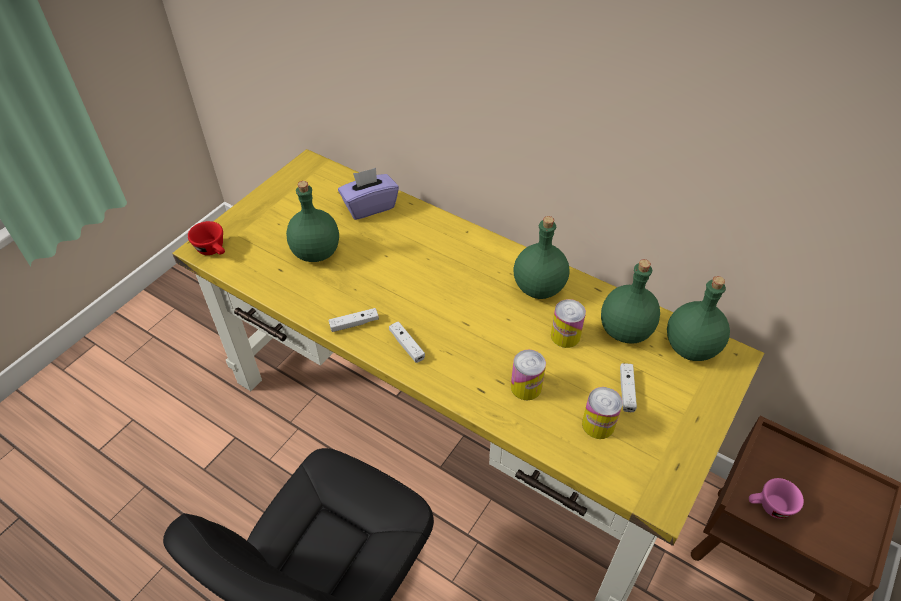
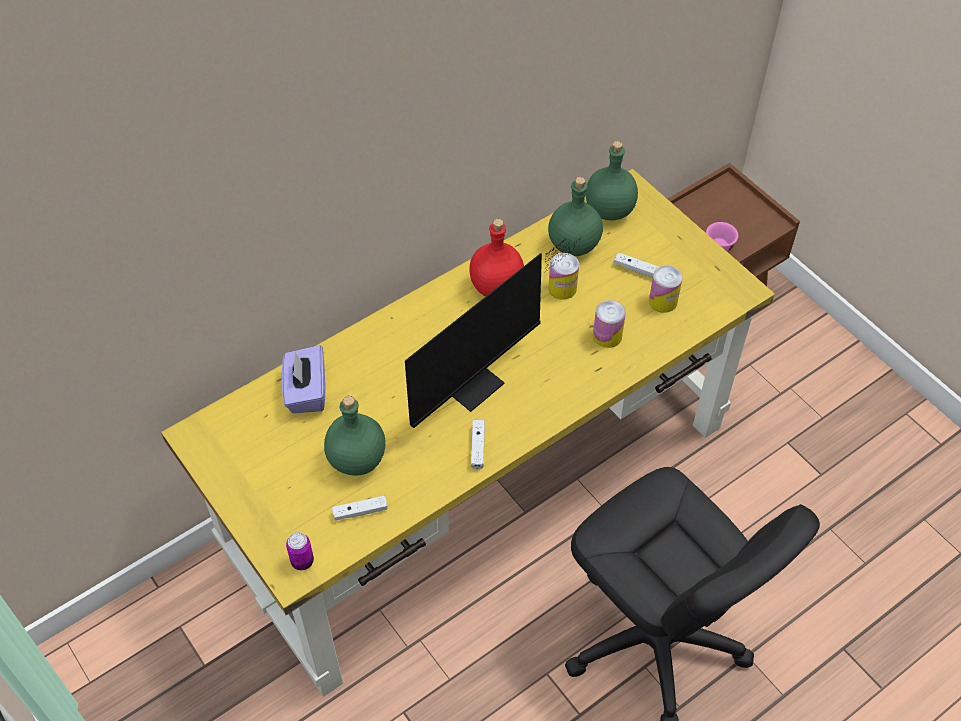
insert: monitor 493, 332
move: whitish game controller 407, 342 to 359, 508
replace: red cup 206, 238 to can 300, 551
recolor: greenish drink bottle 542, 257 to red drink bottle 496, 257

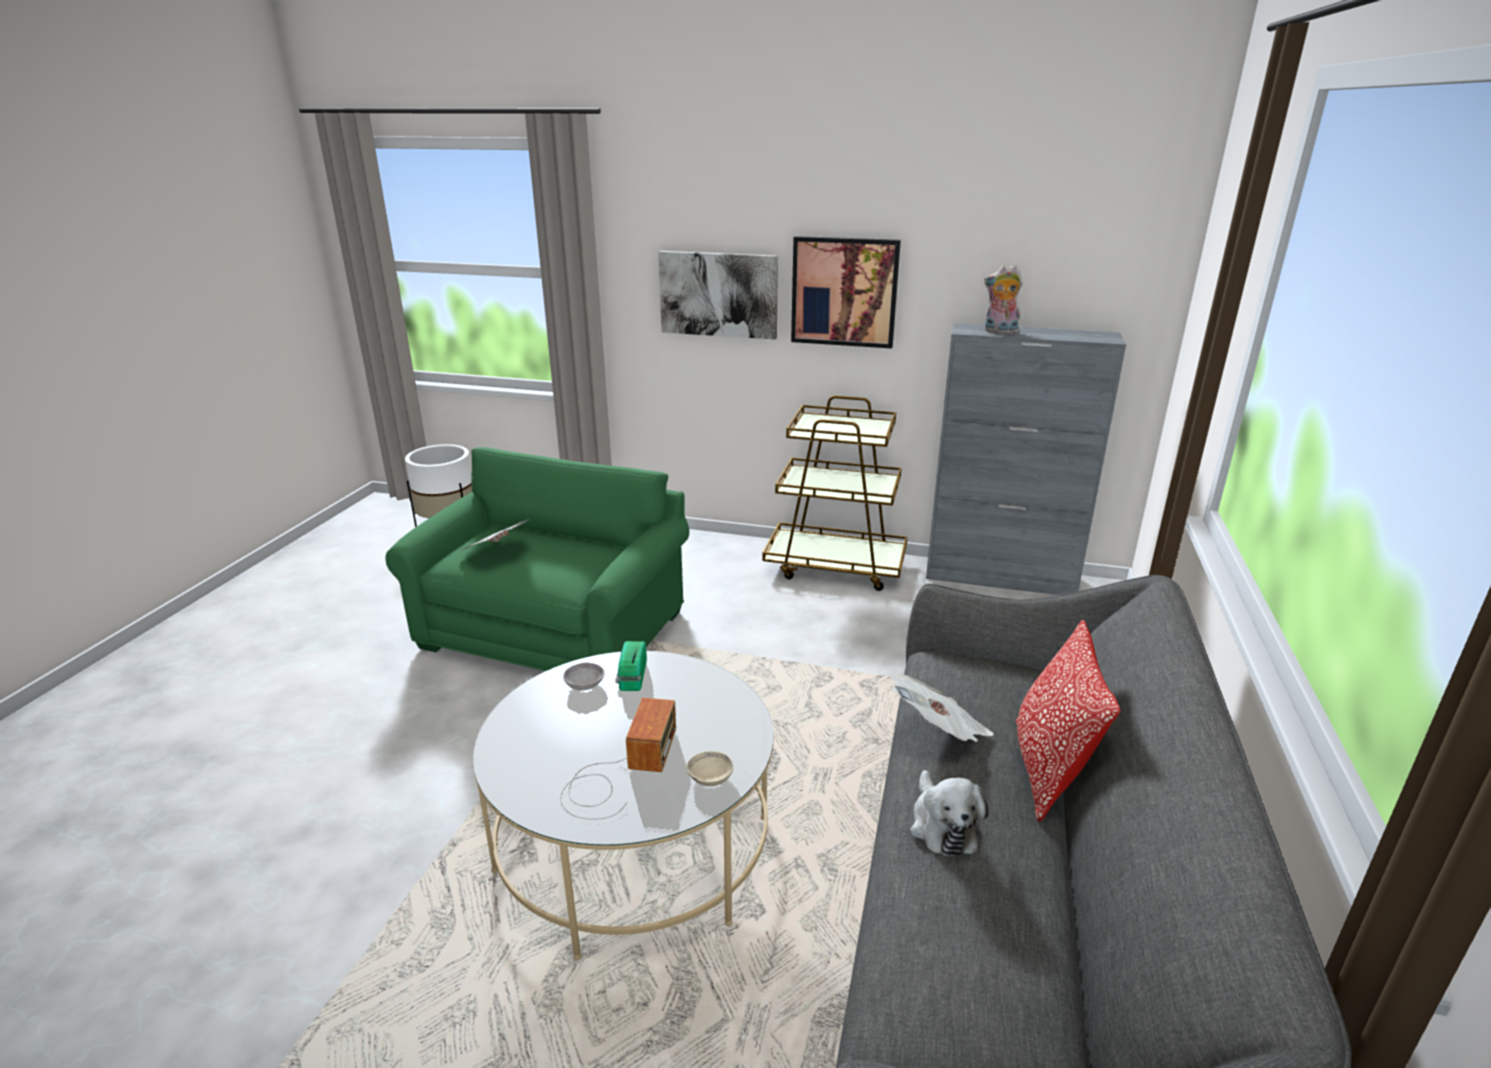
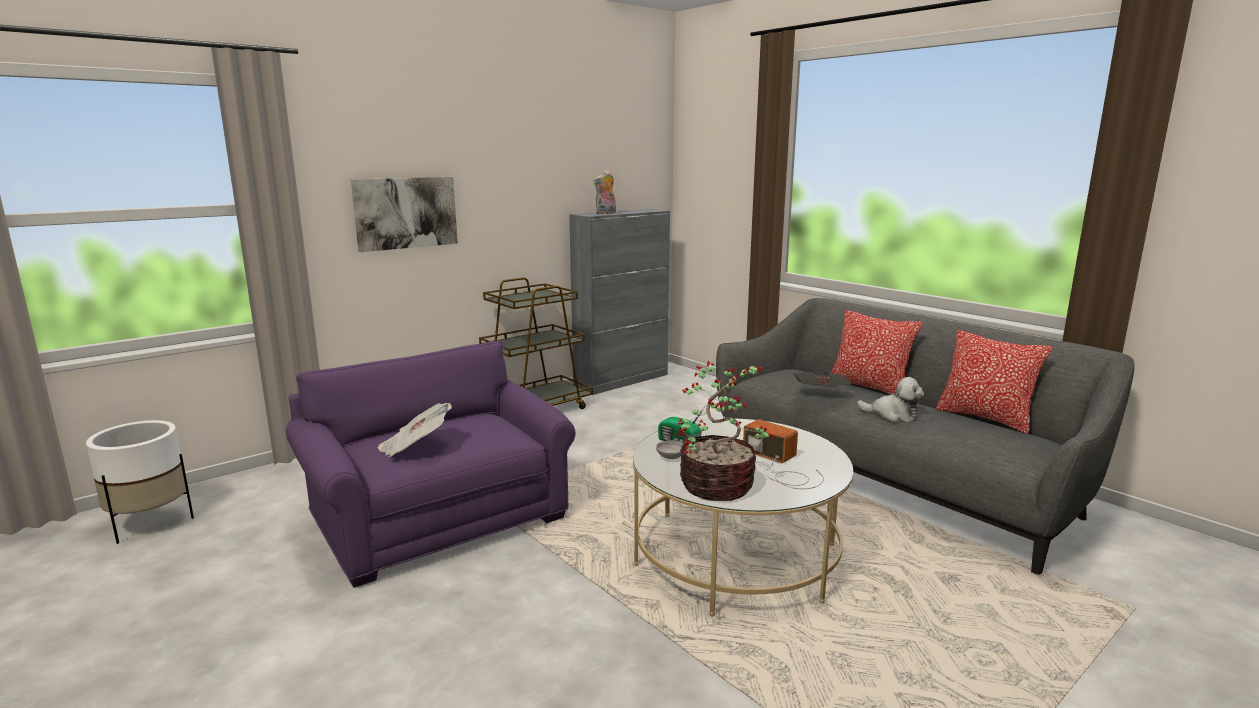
delete: beige deep dish 710, 768; wall art 846, 292
insert: potted plant 726, 430; pillow 994, 382
recolor: greenish easy chair 537, 559 to purple-coloured easy chair 430, 464

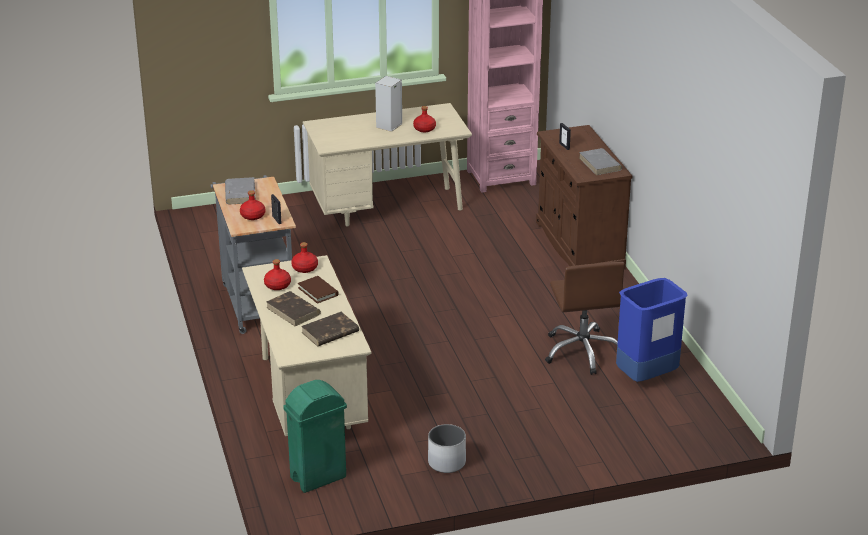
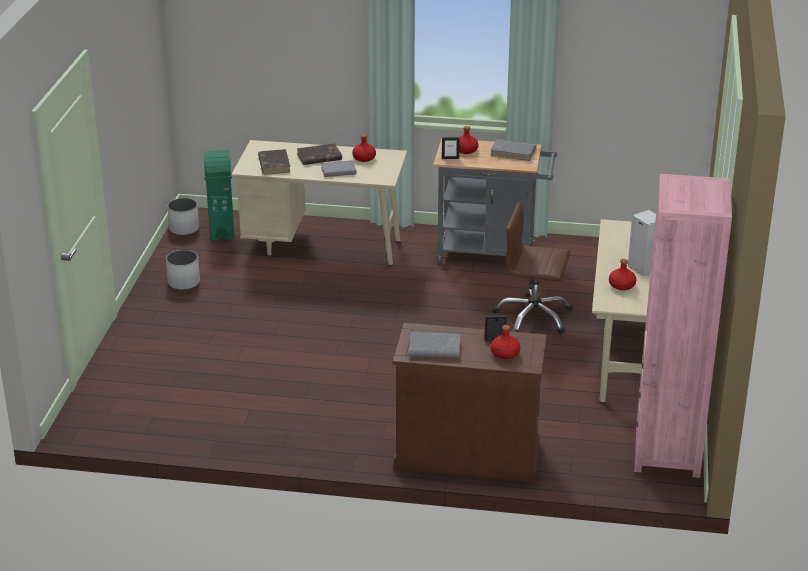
delete: blue waste bin 652, 330
insert: whitish plant pot 183, 216
move: red drink bottle 304, 257 to 505, 342; brown desk chair 585, 318 to 533, 268
recolor: brown volume 318, 290 to greyish volume 338, 168

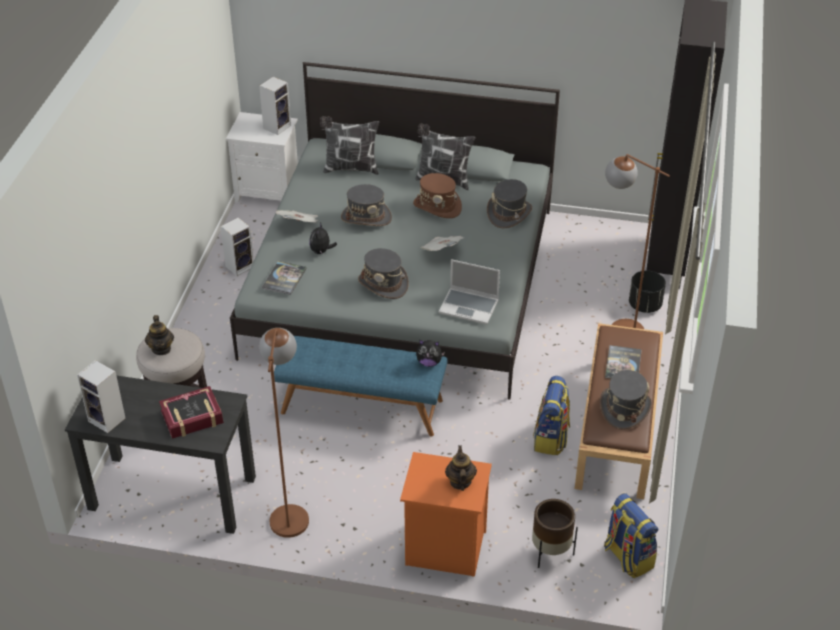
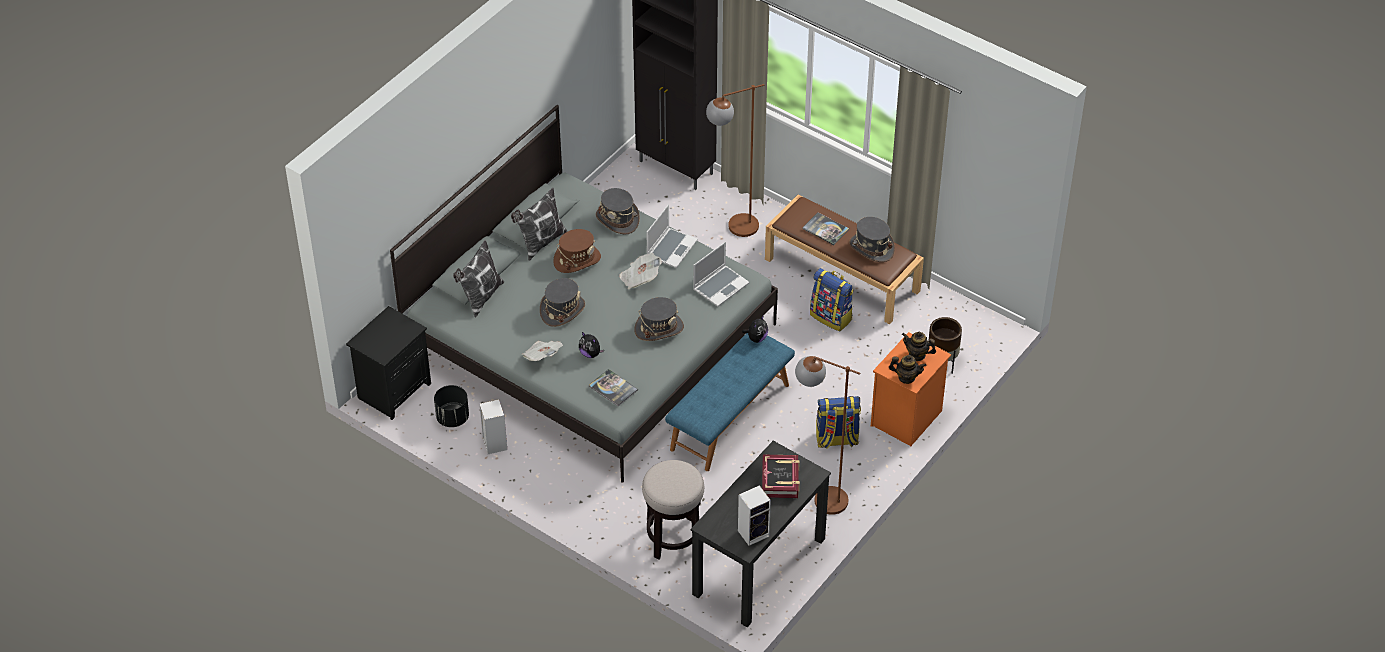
delete: audio speaker 275, 106
insert: notebook computer 672, 236
move: teapot 159, 335 to 907, 369; backpack 631, 536 to 838, 422; blackish plant pot 647, 291 to 451, 406
recolor: whitish nightstand 262, 157 to blackish nightstand 388, 363

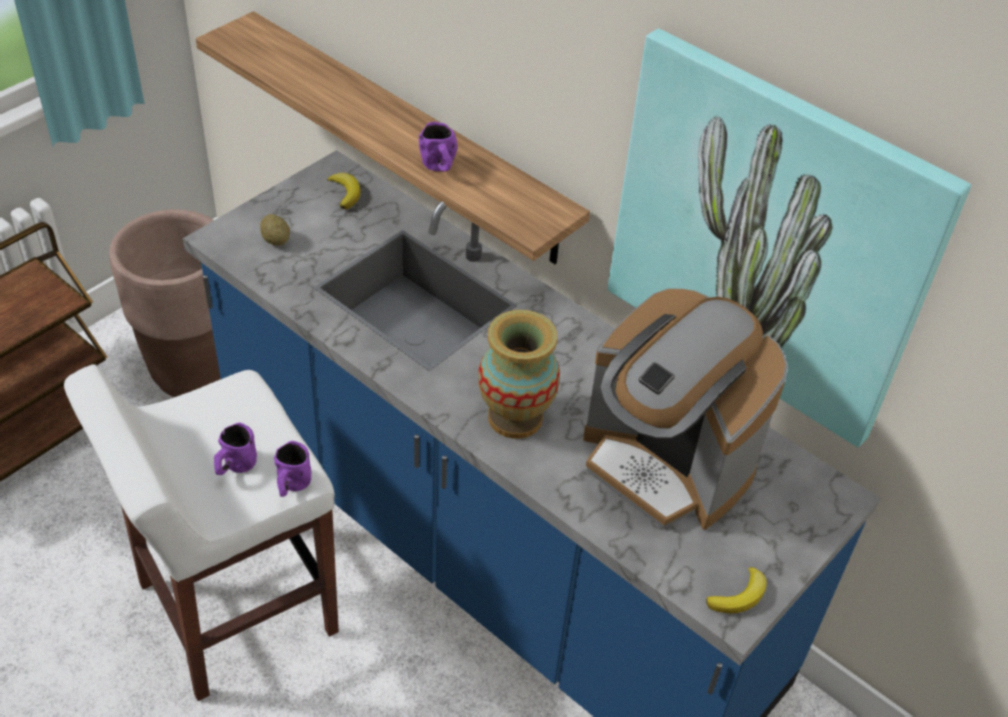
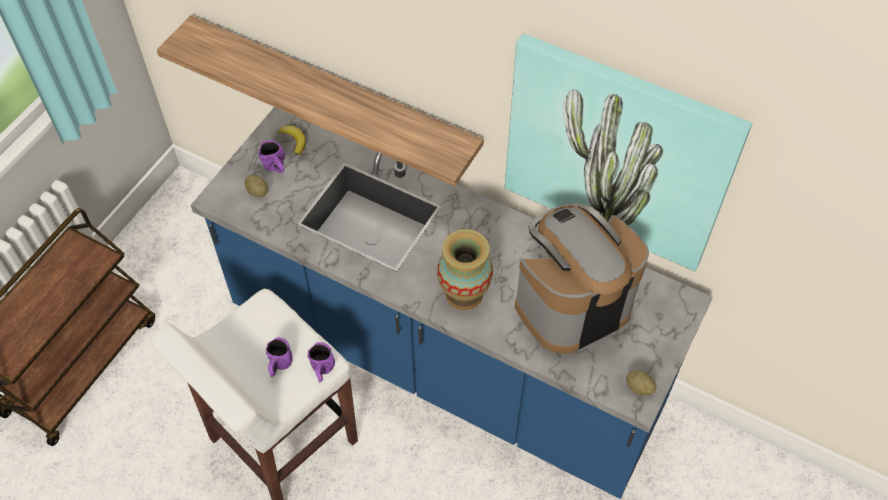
delete: brown plant pot 165, 303
move: purple-coloured coffee mug 438, 147 to 271, 156
replace: whole banana 736, 590 to whole potato 641, 383
rotate: coffee maker 685, 409 = 582, 278 120 degrees clockwise

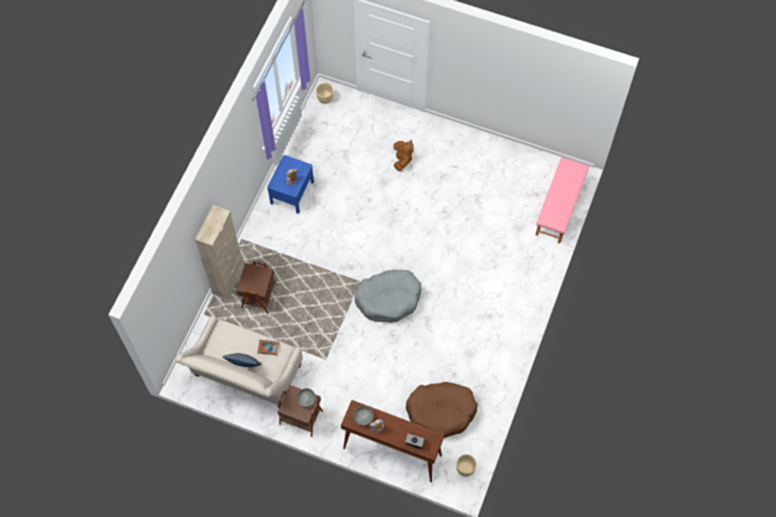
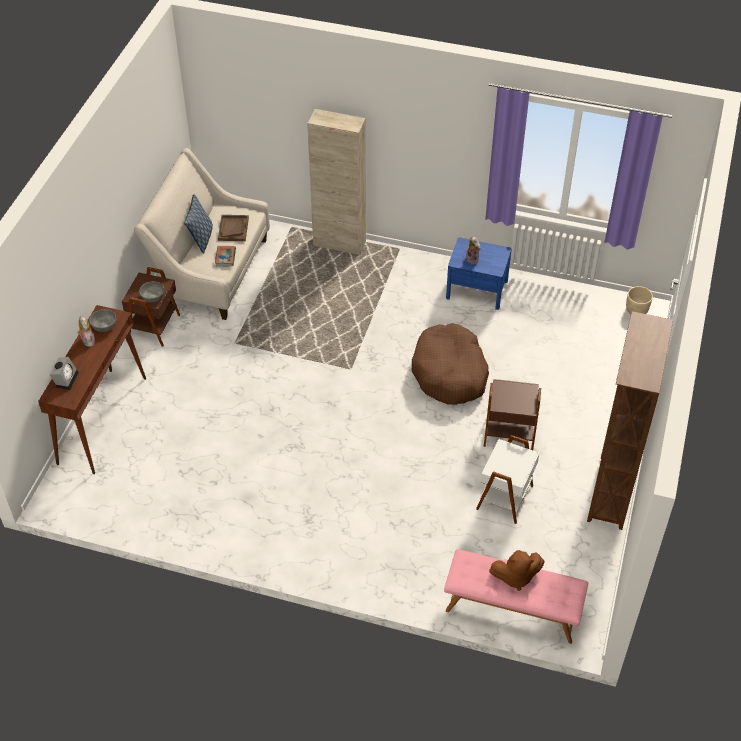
delete: greyish pet bed 388, 296; beige plant pot 466, 465
insert: brown carrying tray 233, 228; whitish side table 507, 479; brown bookcase 630, 420
move: brown side table 257, 287 to 512, 414; brown cuddly toy 404, 155 to 517, 570; brown pet bed 442, 410 to 450, 364

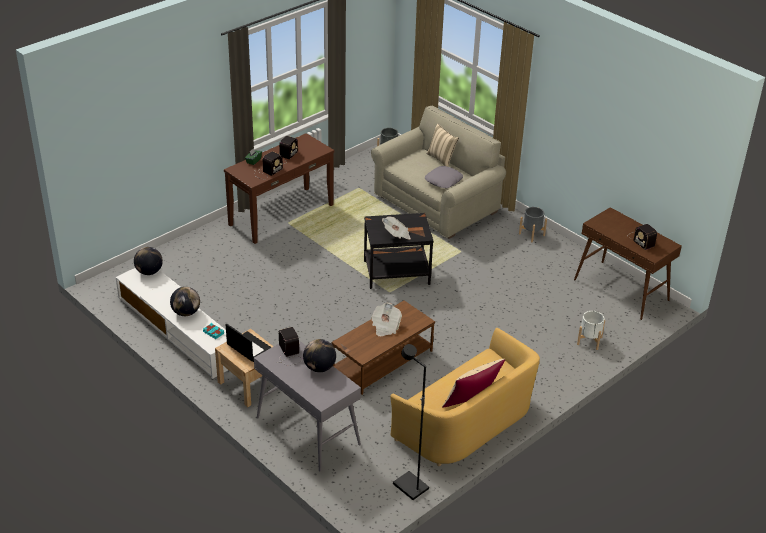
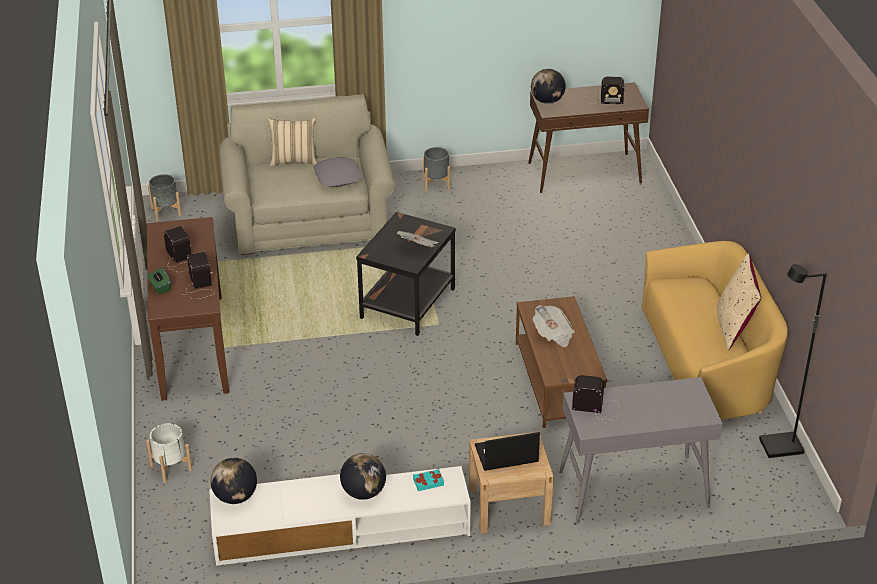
move: world globe 319, 355 to 548, 86; whitish plant pot 591, 330 to 169, 453

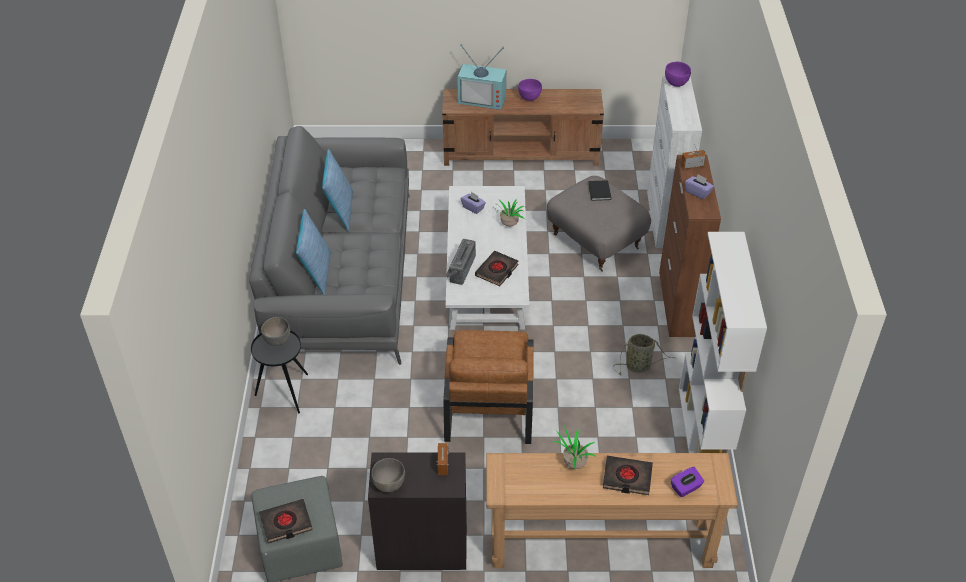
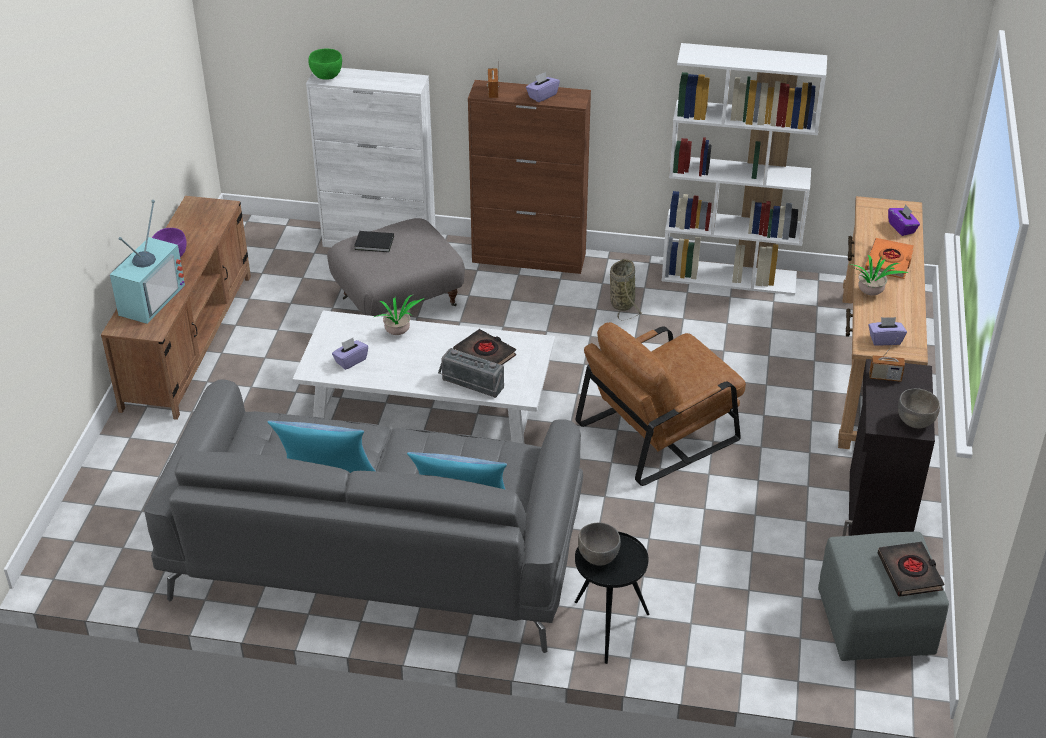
insert: purple-coloured tissue holder 888, 331
recolor: blackish volume 628, 475 to orangey volume 889, 258; purple-coloured deep dish 678, 74 to greenish deep dish 325, 64
rotate: brown easy chair 488, 387 = 661, 404 135 degrees clockwise

